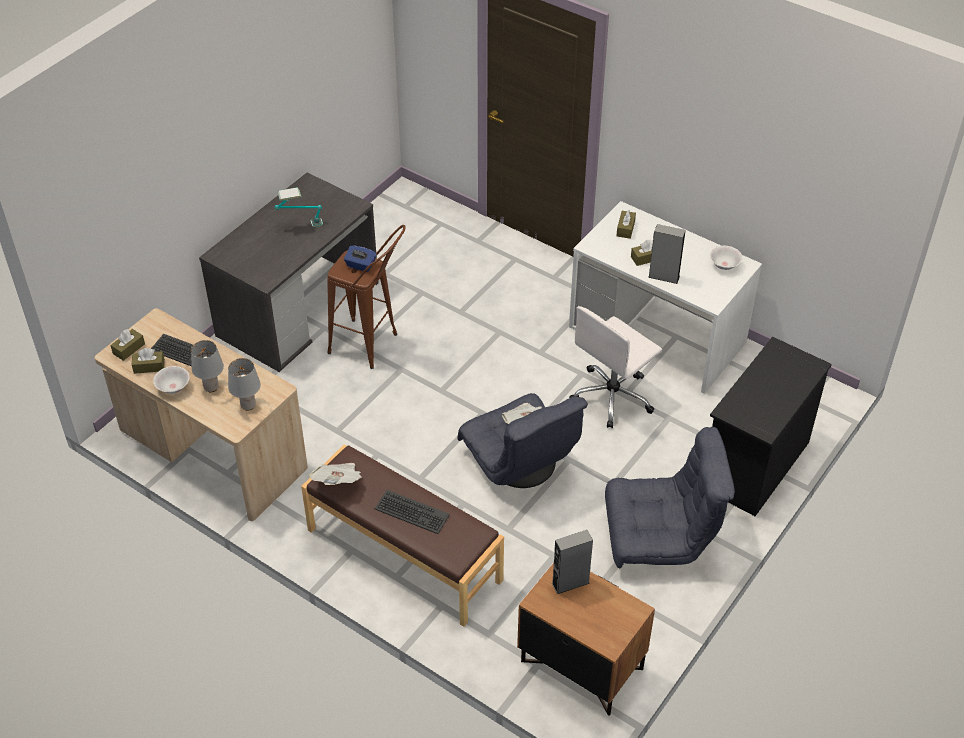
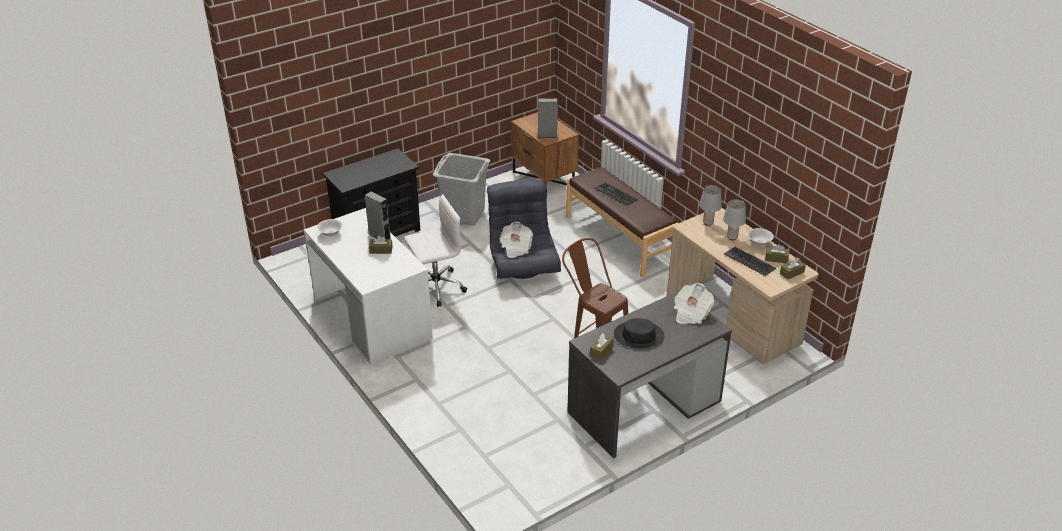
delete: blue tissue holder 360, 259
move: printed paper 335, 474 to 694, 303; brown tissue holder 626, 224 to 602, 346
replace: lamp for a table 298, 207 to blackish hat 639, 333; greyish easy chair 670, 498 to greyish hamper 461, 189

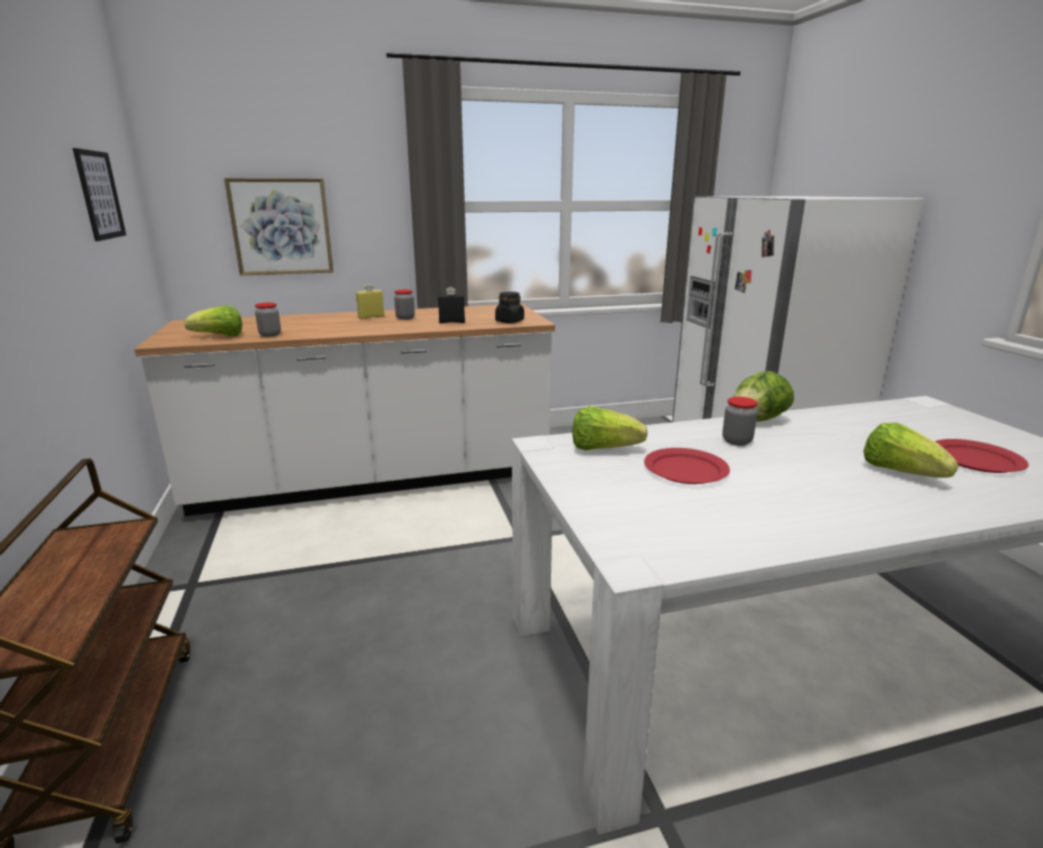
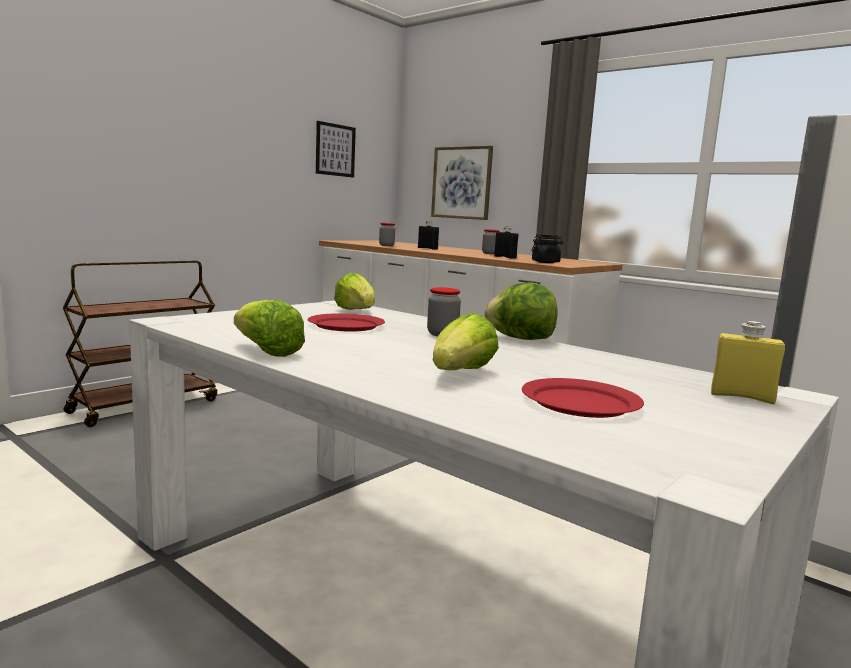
insert: blackish drink bottle 428, 235
move: head of lettuce 213, 320 to 269, 328; yellow-coloured drink bottle 370, 301 to 748, 362

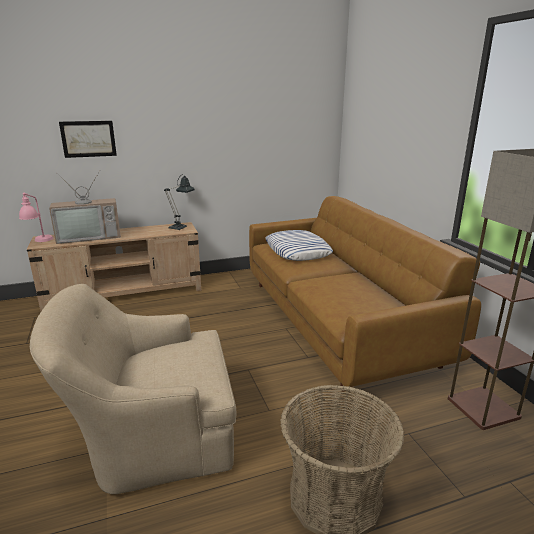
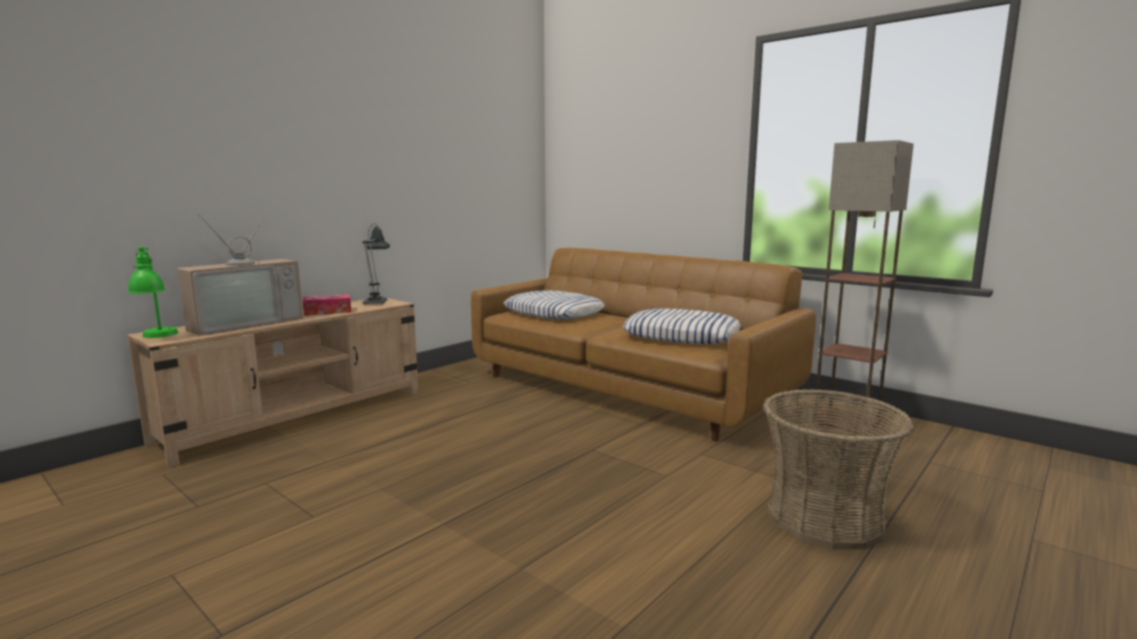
delete: beige easy chair 133, 389; wall art 88, 139
insert: tissue holder 327, 305; pillow 682, 326
recolor: pink lamp for a table 36, 217 to greenish lamp for a table 153, 292

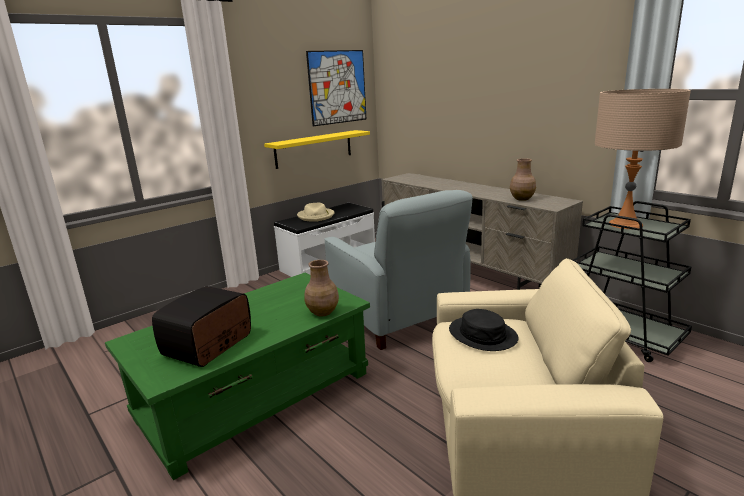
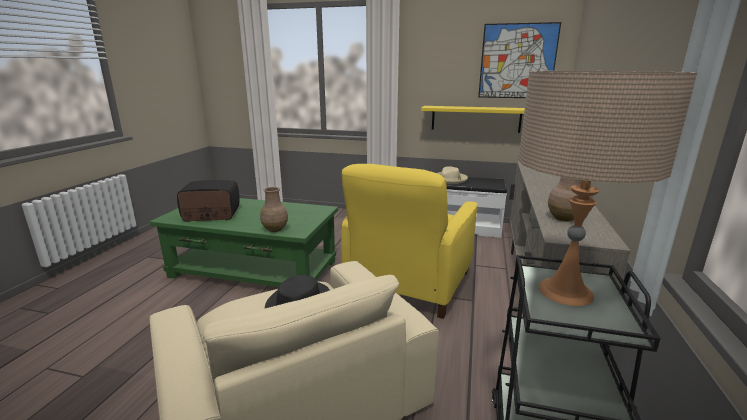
recolor: greyish easy chair 399, 270 to yellow-coloured easy chair 409, 241

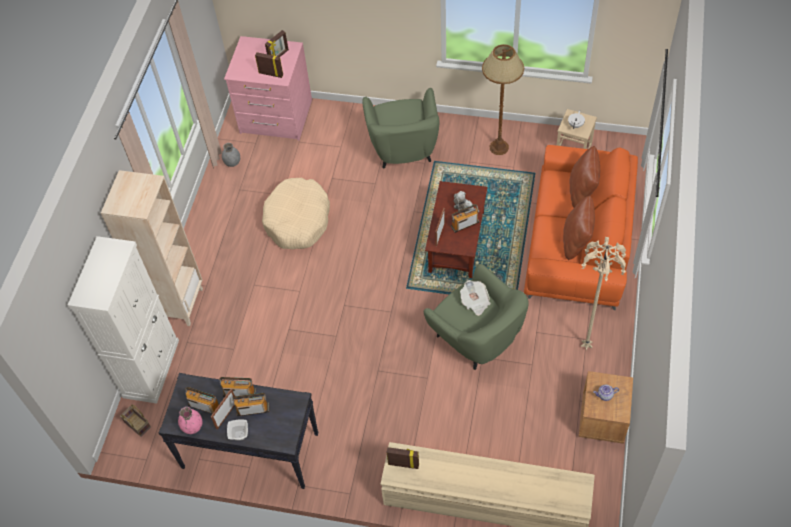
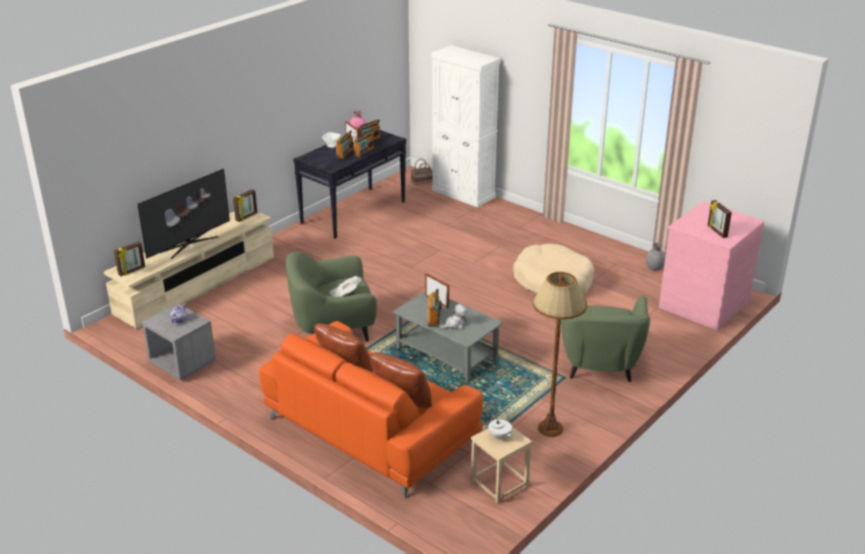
delete: beige bookcase 152, 248; beige standard lamp 603, 293
insert: TV set 183, 214
move: standing frame 269, 65 to 129, 258
recolor: brown lounge table 456, 229 to greyish lounge table 448, 337; brown nightstand 606, 407 to greyish nightstand 179, 342
rotate: greenish easy chair 400, 128 = 605, 338 105 degrees counterclockwise

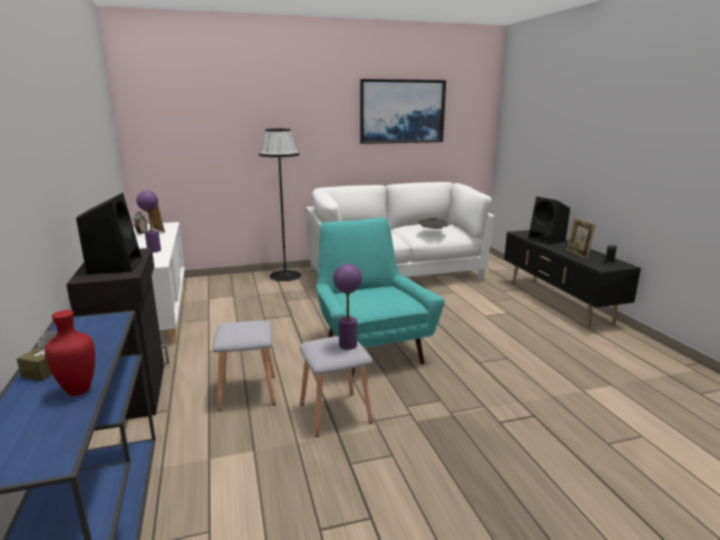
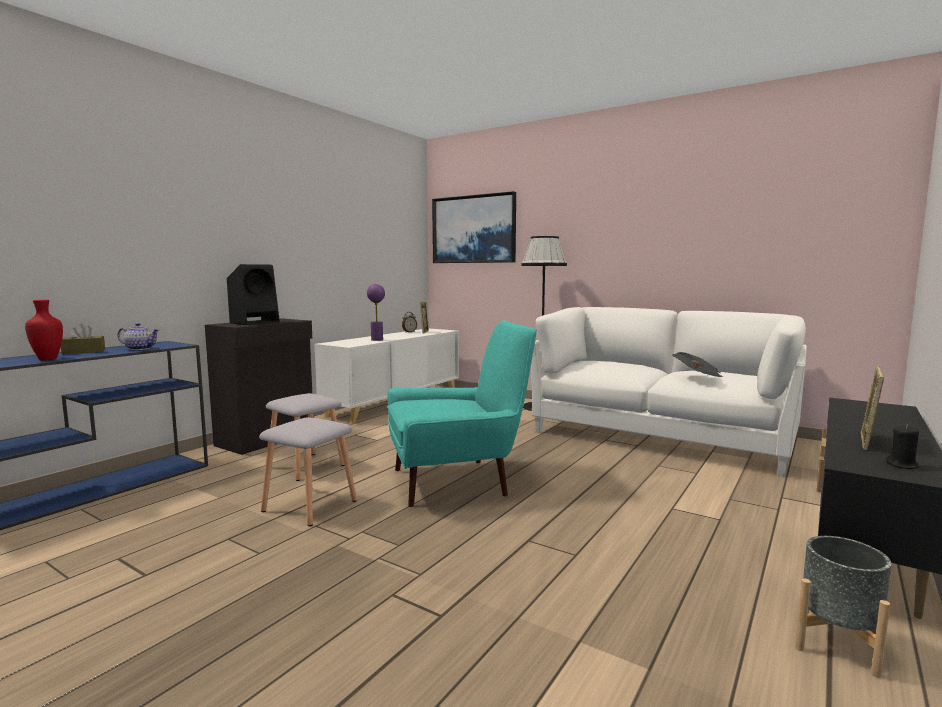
delete: purple-coloured lamp for a table 347, 307; blackish audio speaker 549, 221
insert: teapot 138, 336; greyish plant pot 843, 607
move: wall art 403, 111 to 474, 227
rotate: blue-green easy chair 380, 297 = 462, 413 45 degrees clockwise

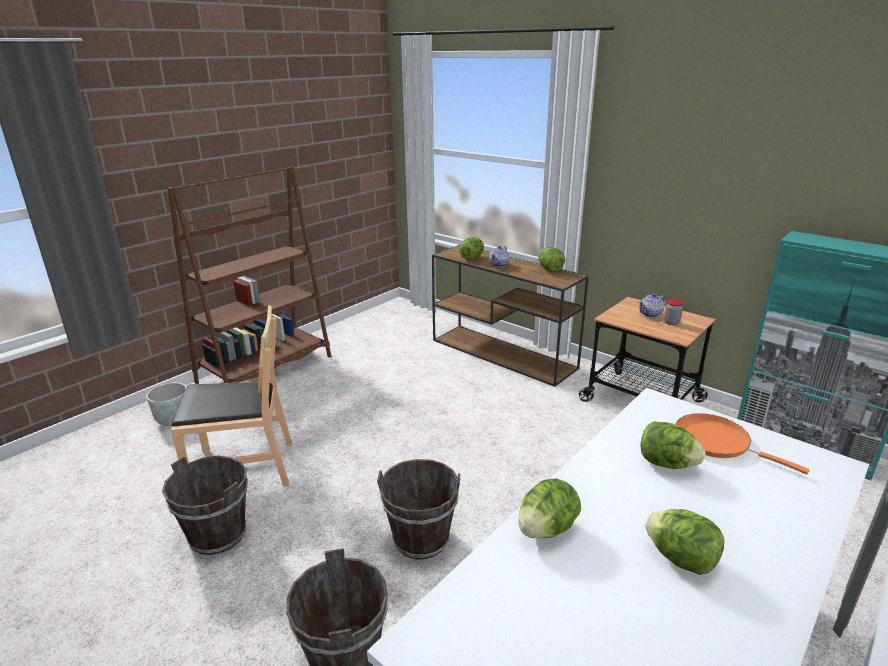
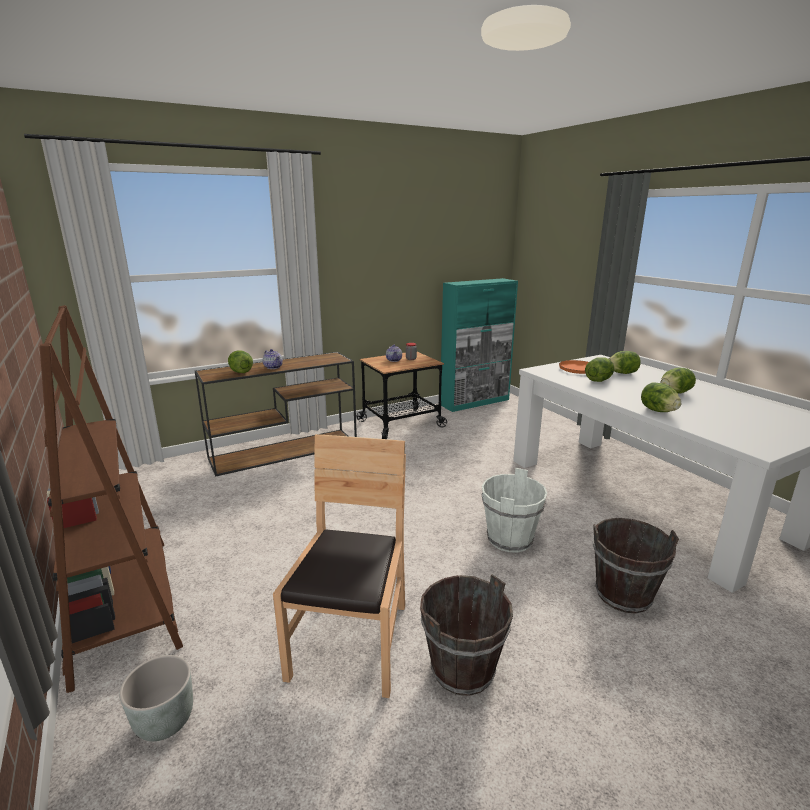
move: head of lettuce 551, 259 to 625, 362
recolor: brown water bucket 419, 509 to whitish water bucket 514, 510

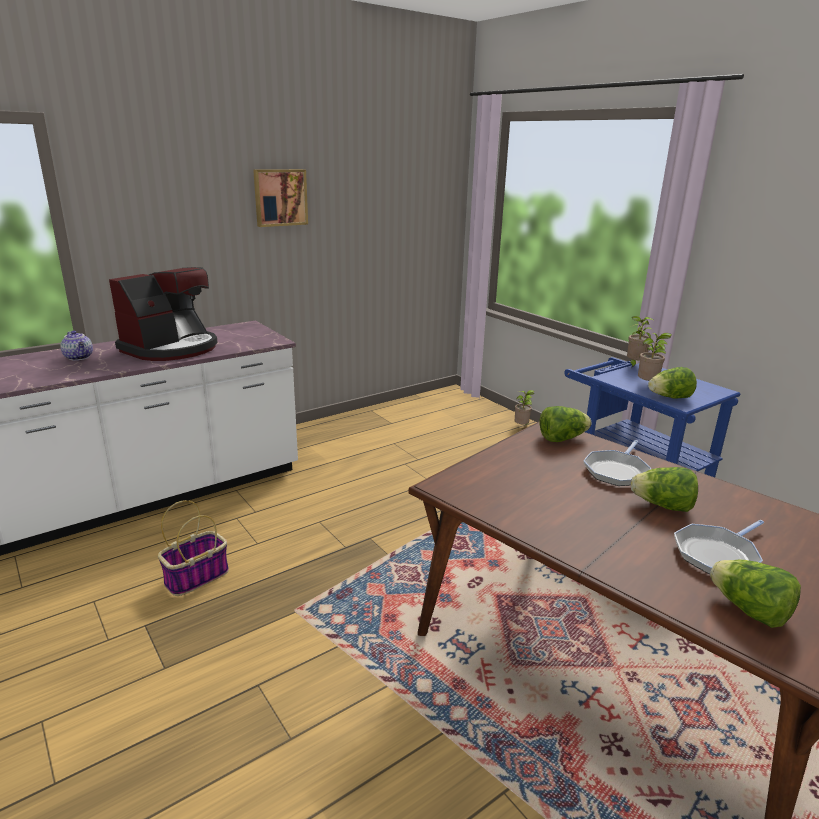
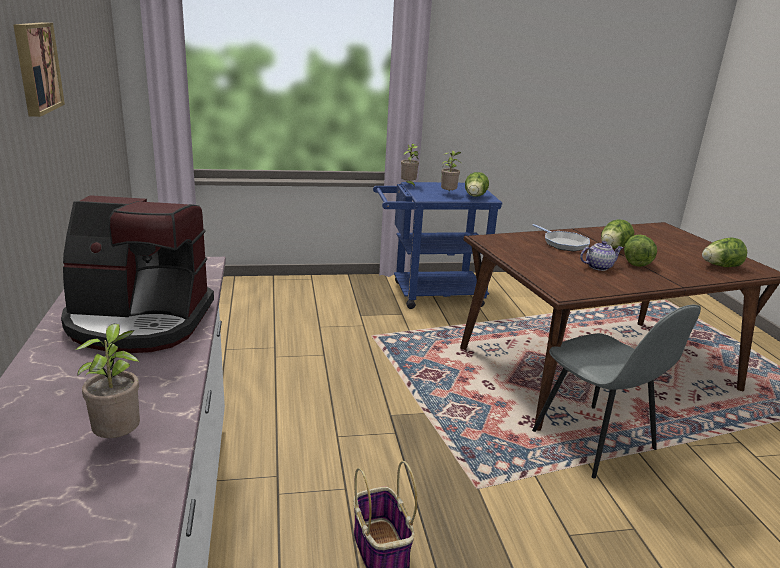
delete: pan 719, 547
insert: greyish plain chair 616, 392
move: teapot 76, 346 to 601, 256; potted plant 525, 407 to 107, 381; head of lettuce 566, 424 to 640, 250
rotate: coffee maker 163, 314 = 137, 274 120 degrees clockwise

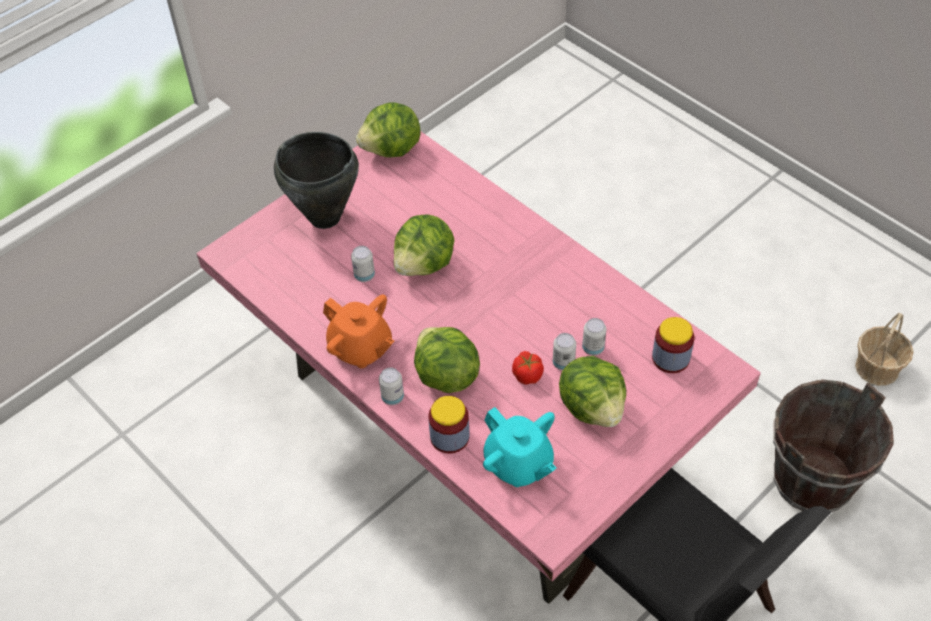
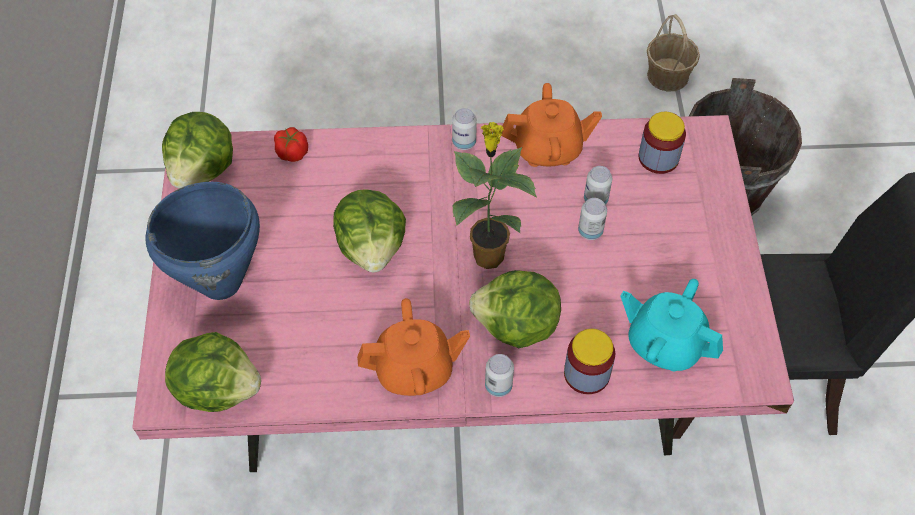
insert: potted plant 495, 195; orangey teapot 552, 125
move: can 363, 264 to 464, 129; tomato 528, 368 to 291, 144; head of lettuce 592, 391 to 213, 372
recolor: blackish stockpot 316, 180 to blue stockpot 202, 241
rotate: blue-green teapot 520, 447 = 671, 325 150 degrees counterclockwise

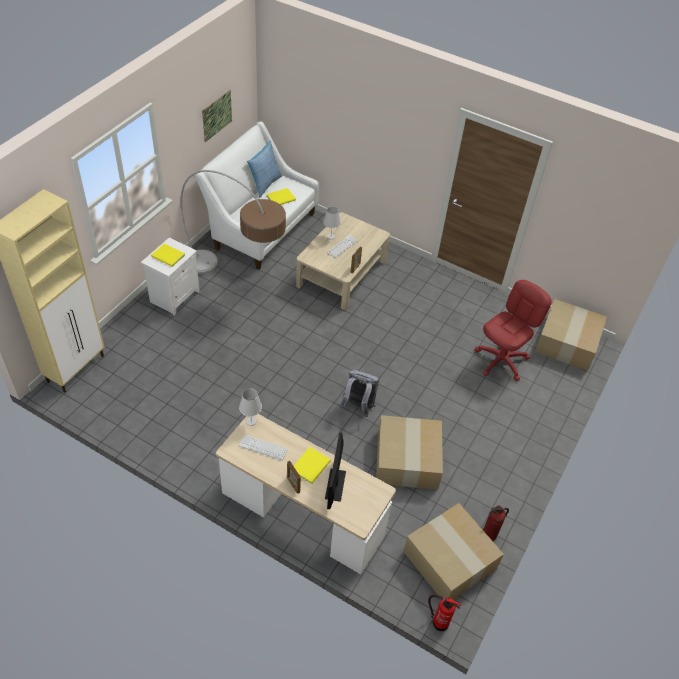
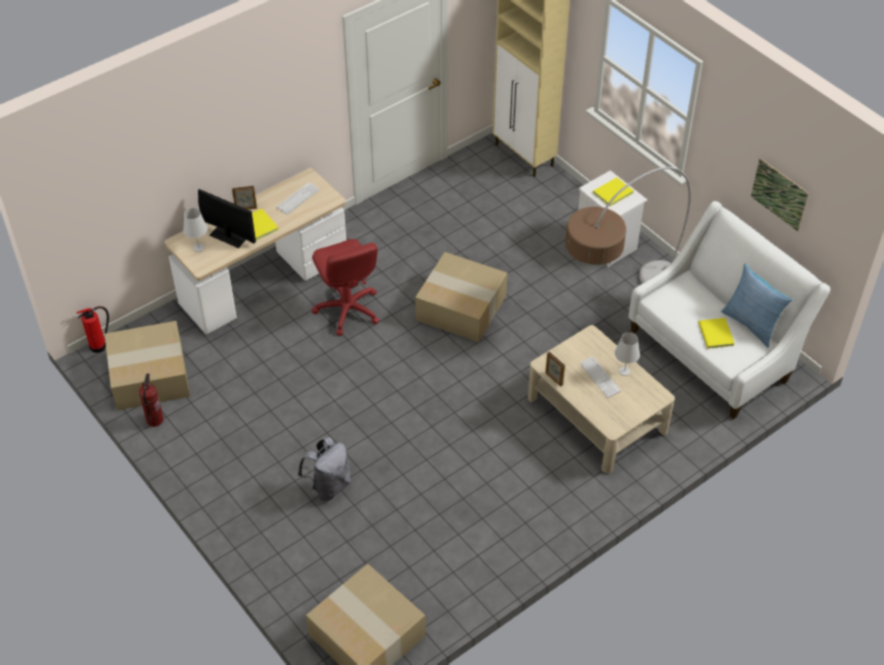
move: whitish lamp for a table 250, 407 to 195, 230; greyish backpack 359, 393 to 324, 469; packing box 409, 452 to 461, 297; red desk chair 513, 330 to 346, 287

